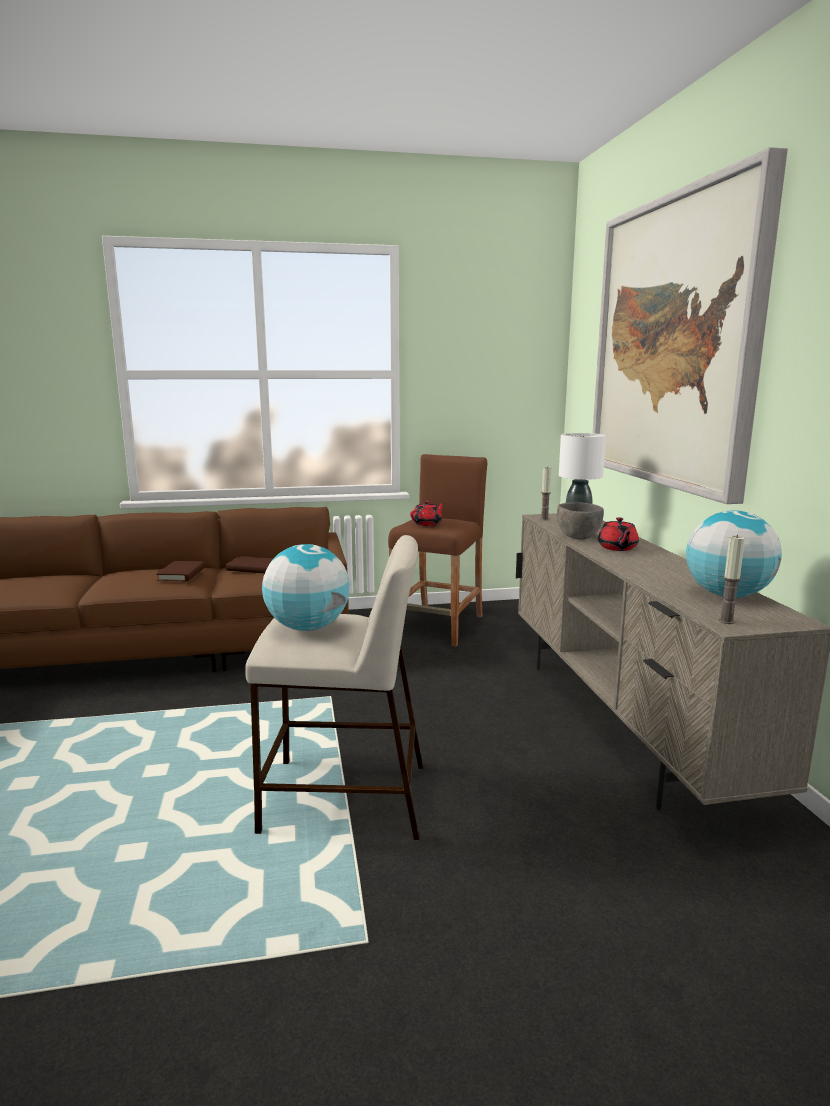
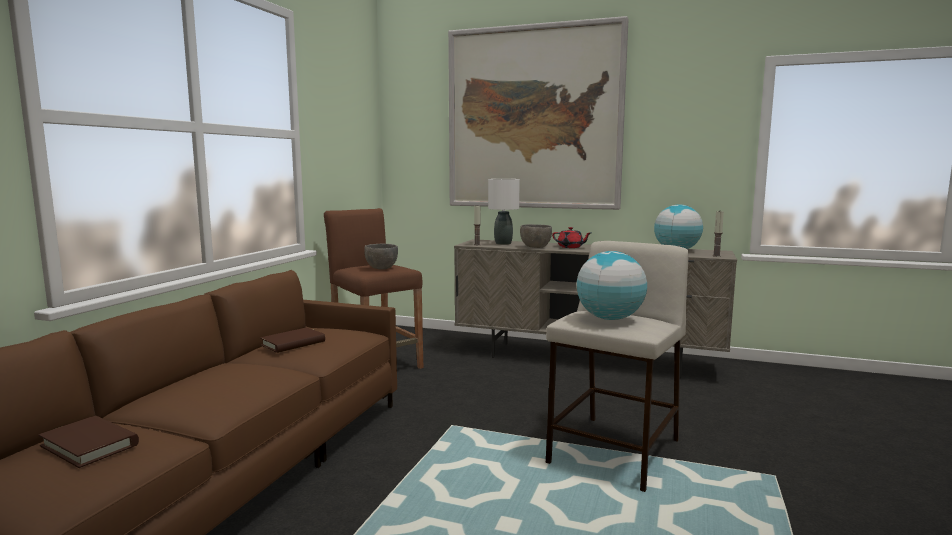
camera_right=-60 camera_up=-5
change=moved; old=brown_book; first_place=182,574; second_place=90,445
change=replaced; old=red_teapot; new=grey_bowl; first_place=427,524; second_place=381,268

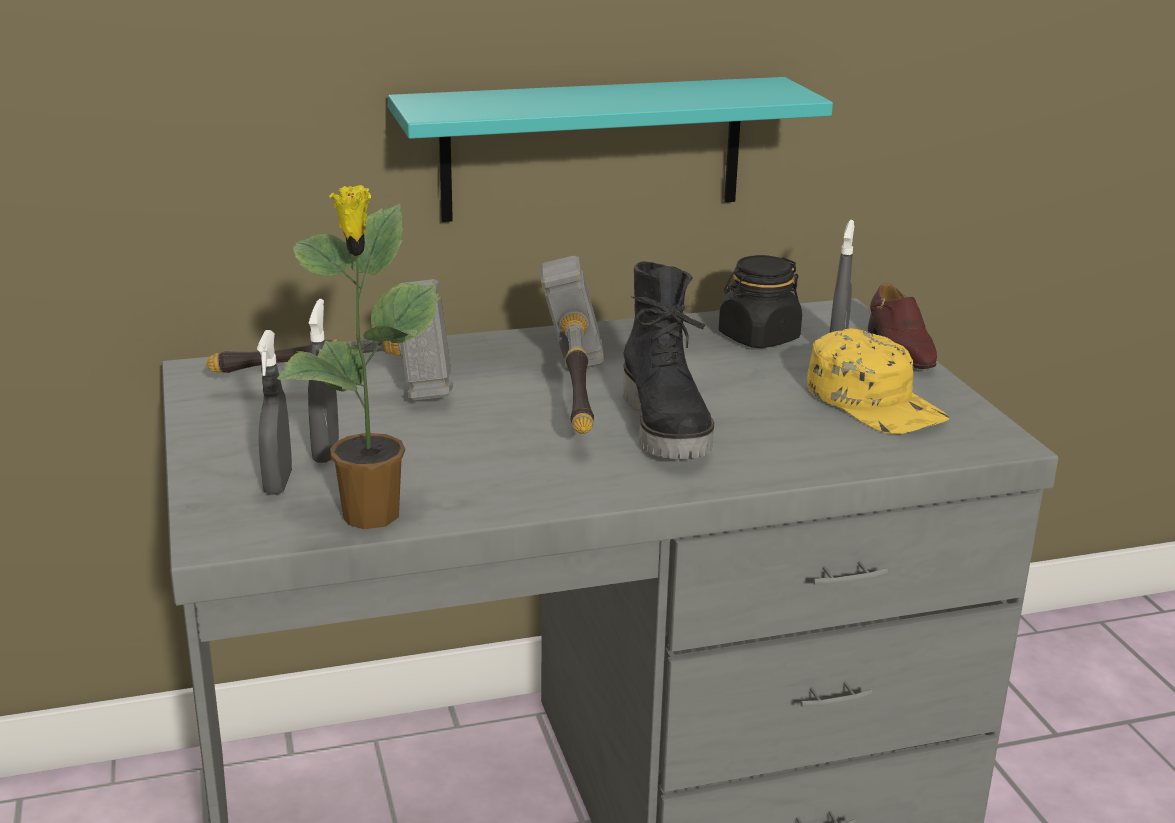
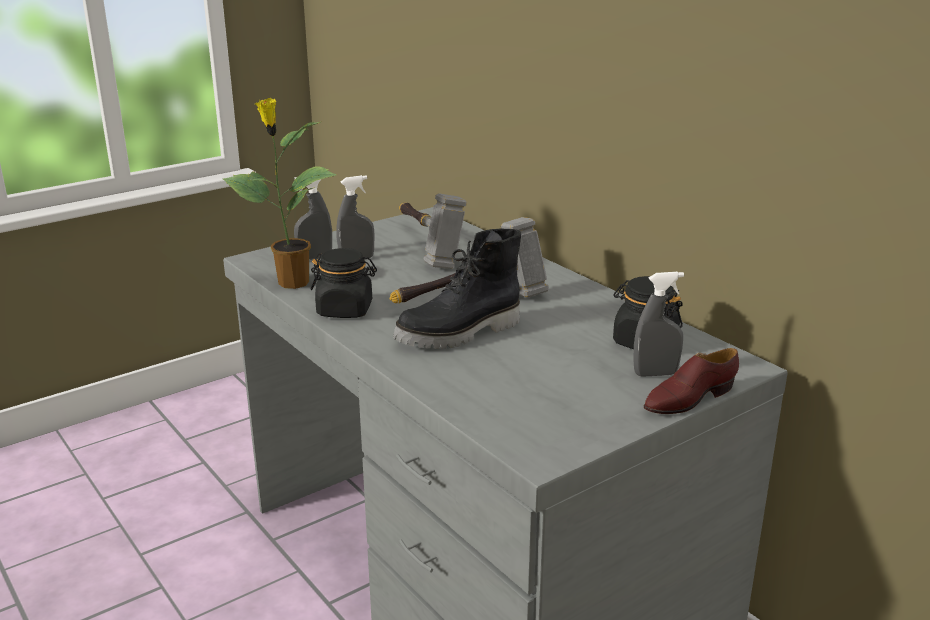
camera_right=70 camera_up=0
change=removed; old=turquoise_shelf; first_place=592,148
change=removed; old=yellow_cap; first_place=875,401
change=added; new=black_jar; second_place=345,310

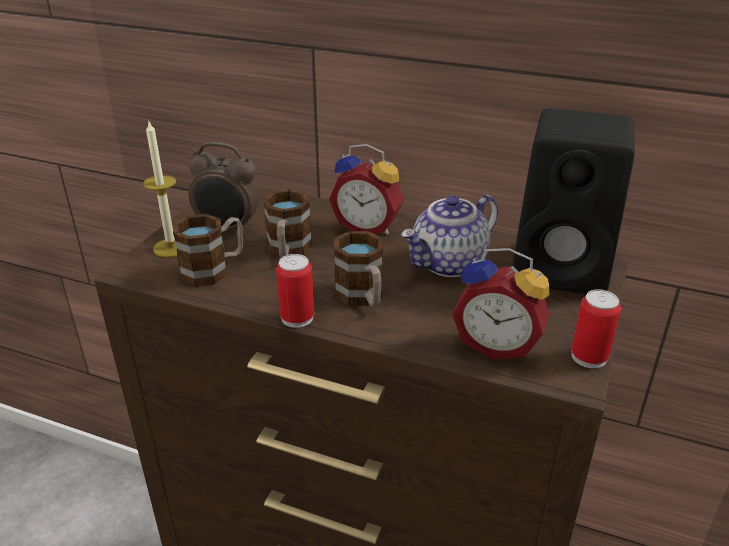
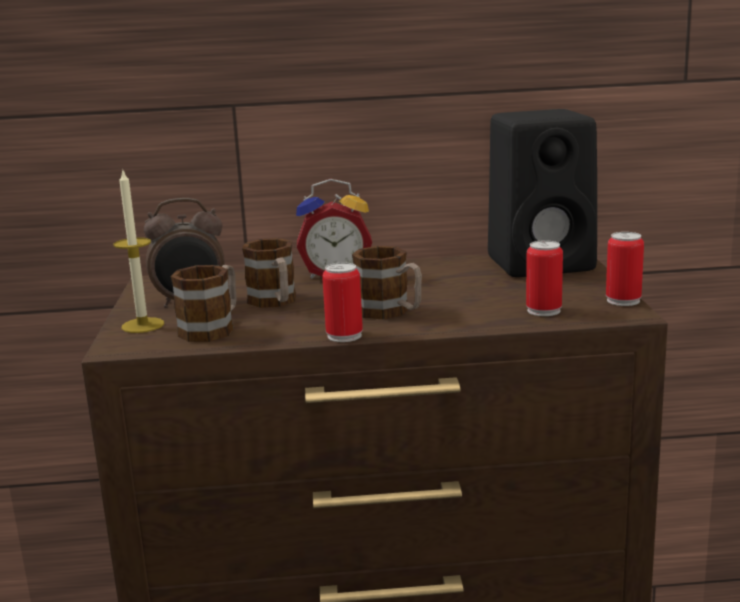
camera_right=-25 camera_up=-15
change=removed; old=teapot; first_place=449,264
change=replaced; old=alarm_clock; new=can; first_place=497,344; second_place=543,310

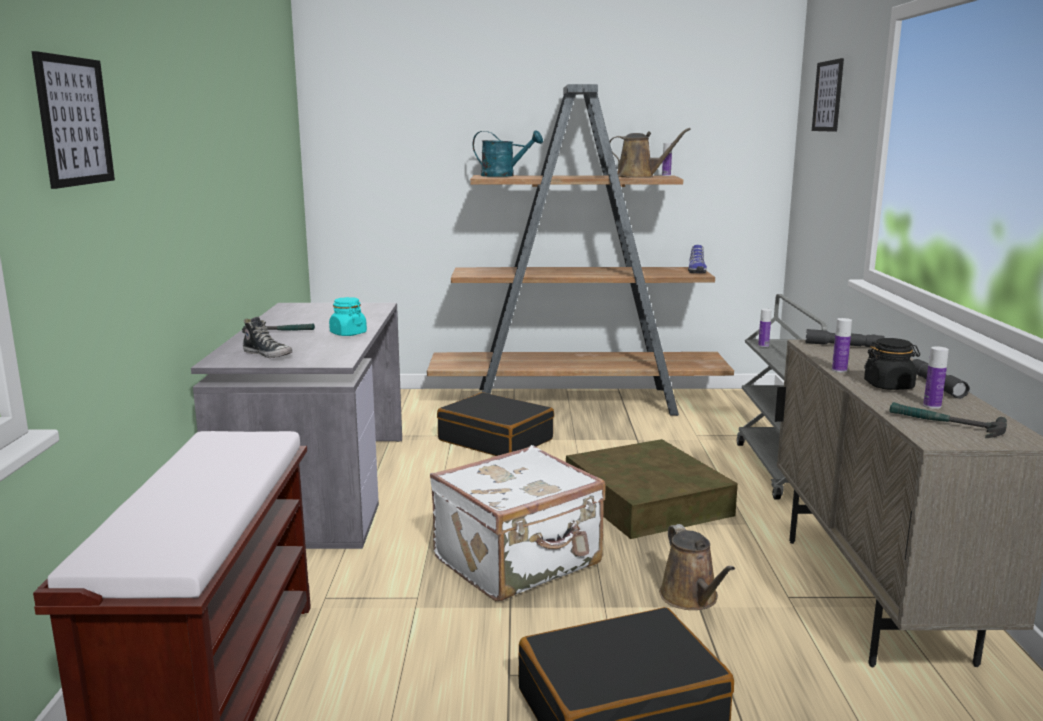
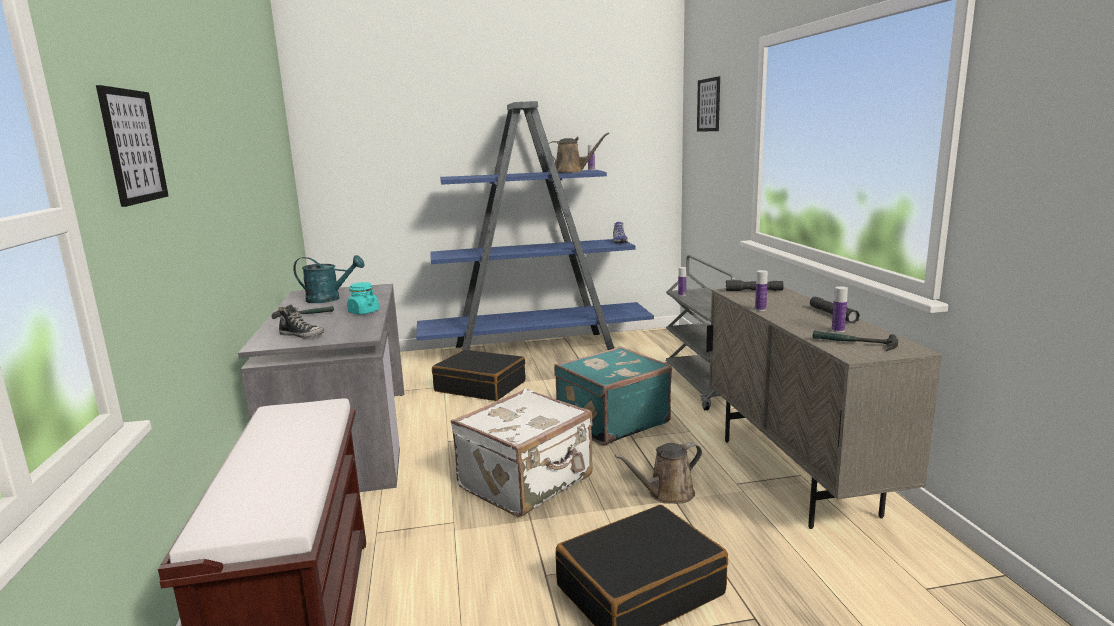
camera_right=-10 camera_up=0
change=recoloured; old=brown_bookcase; new=blue_bookcase; first_place=578,401; second_place=536,349
change=moved; old=turquoise_watering_can; first_place=504,176; second_place=329,299
change=replaced; old=brown_storage_box; new=turquoise_suitcase; first_place=646,500; second_place=611,421
change=turned; old=brown_watering_can; first_place=691,598; second_place=667,494; degrees=90
change=removed; old=black_jar; first_place=889,386

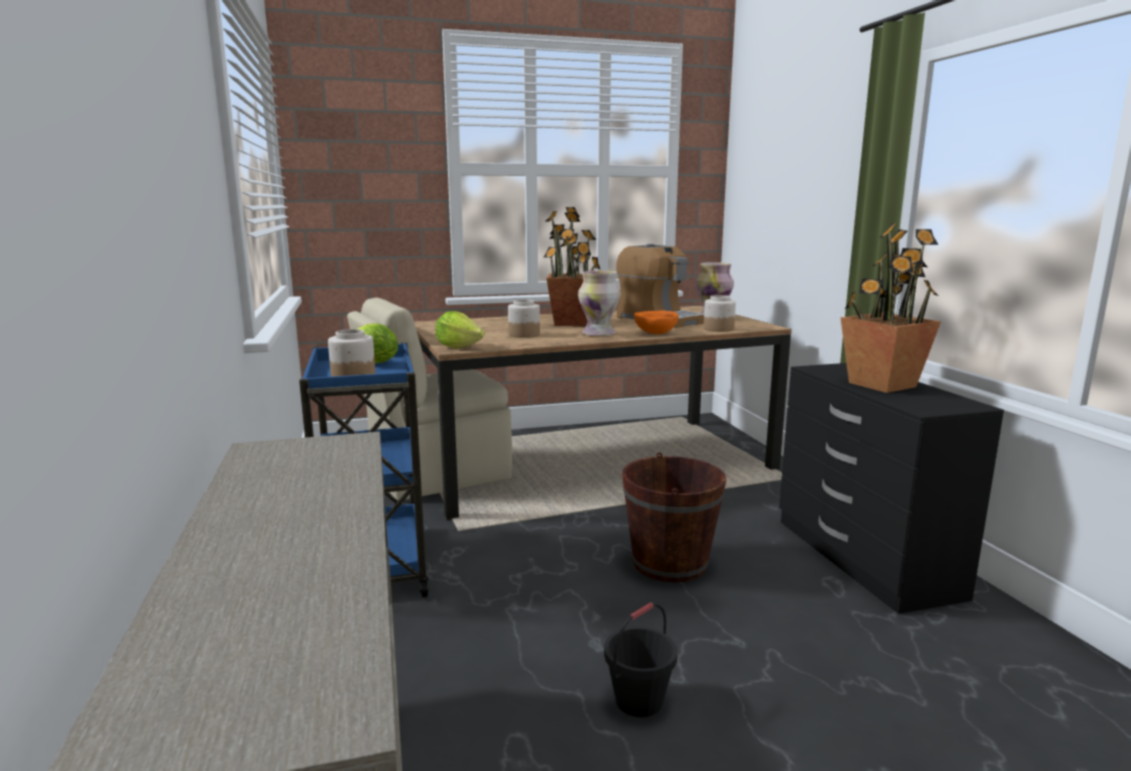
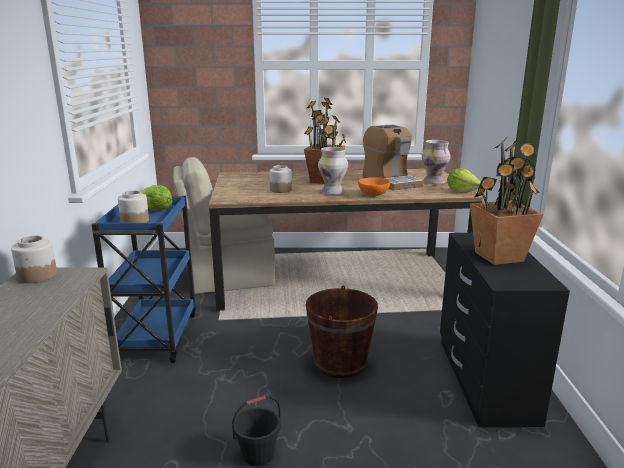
camera_right=15 camera_up=5
change=moved; old=lettuce; first_place=458,347; second_place=461,191
change=moved; old=jar; first_place=718,329; second_place=37,276

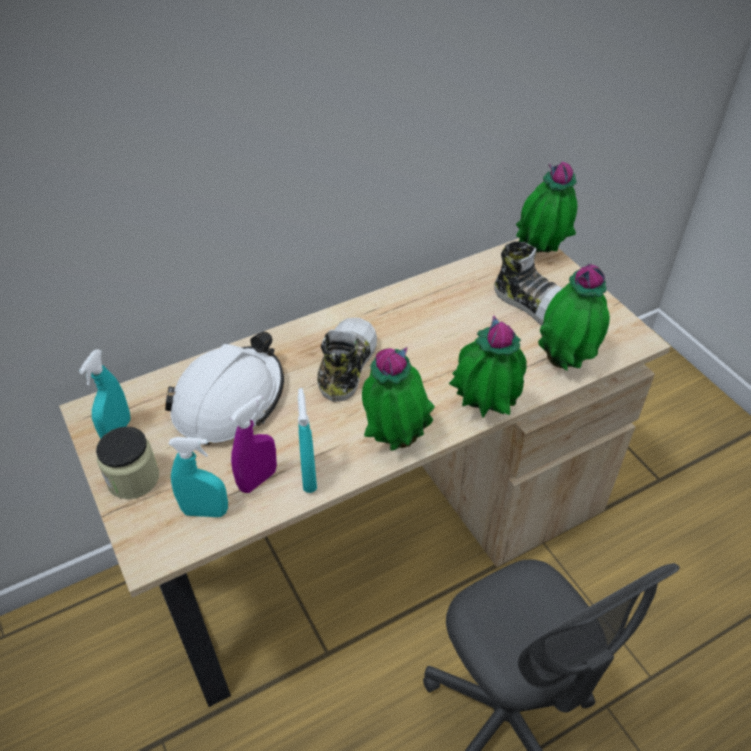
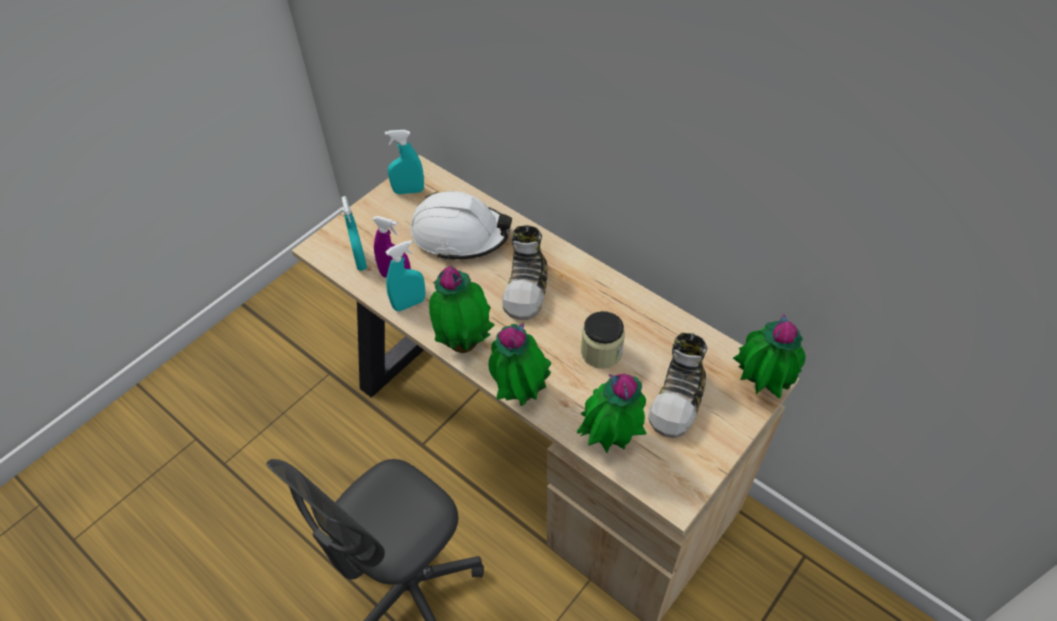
camera_right=70 camera_up=5
change=moved; old=jar; first_place=133,478; second_place=601,352
change=turned; old=shoe; first_place=345,366; second_place=527,288; degrees=105

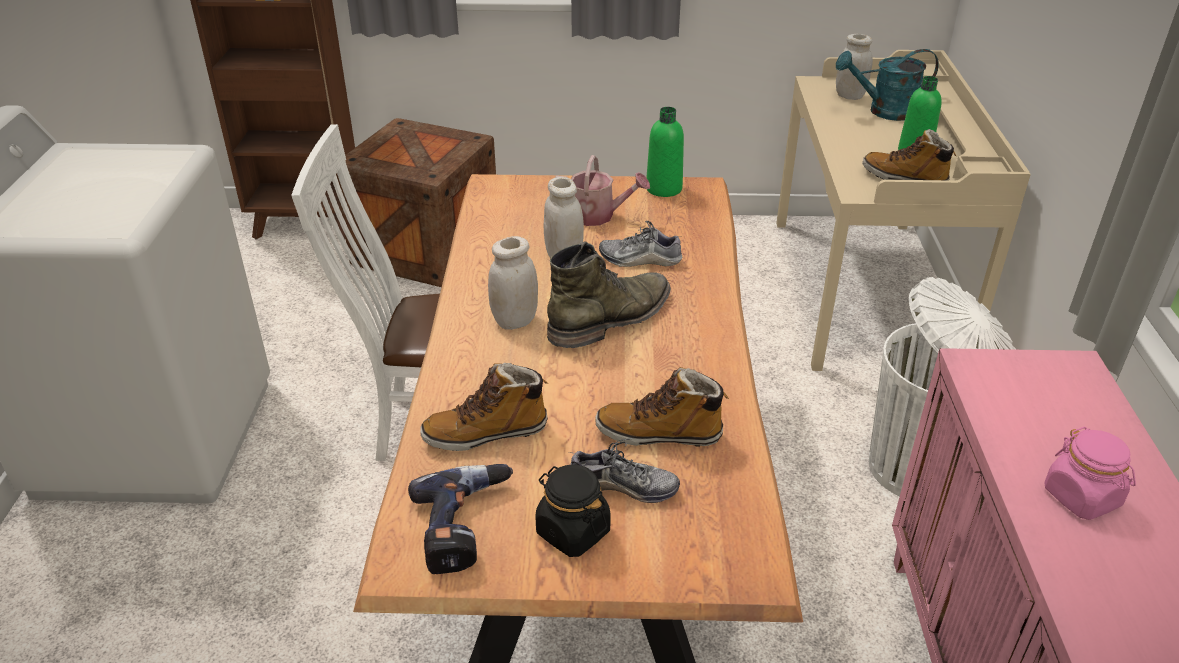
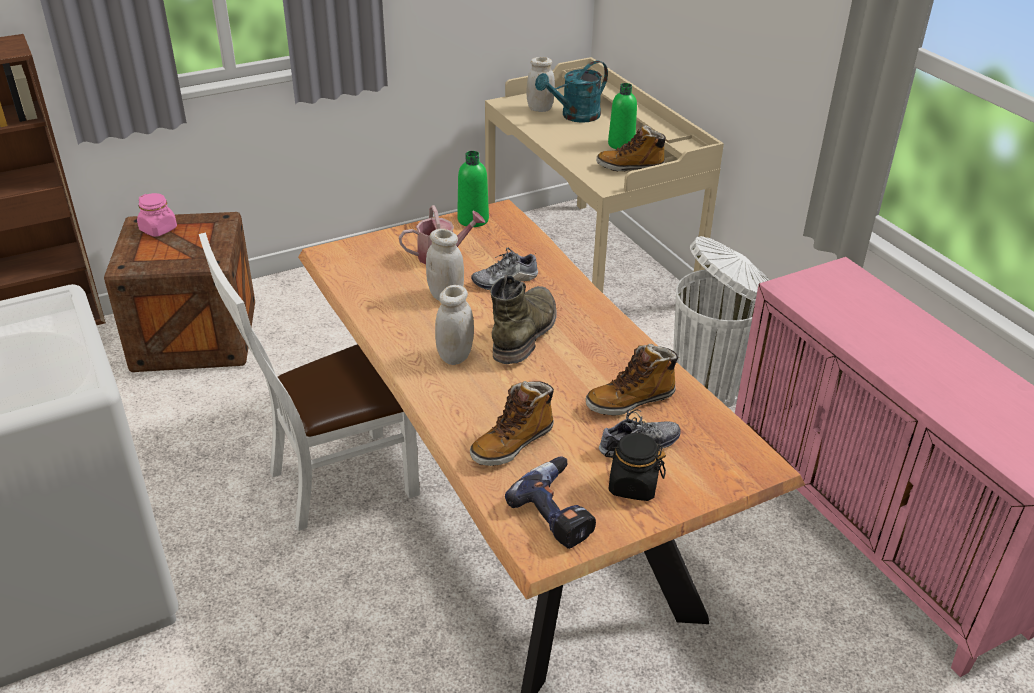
camera_right=-30 camera_up=0
change=moved; old=pink_jar; first_place=1082,497; second_place=158,229

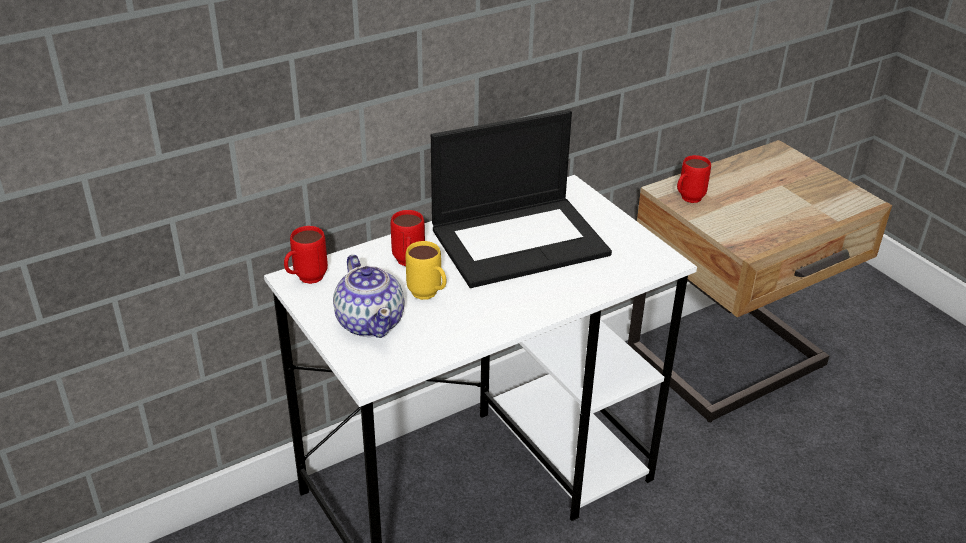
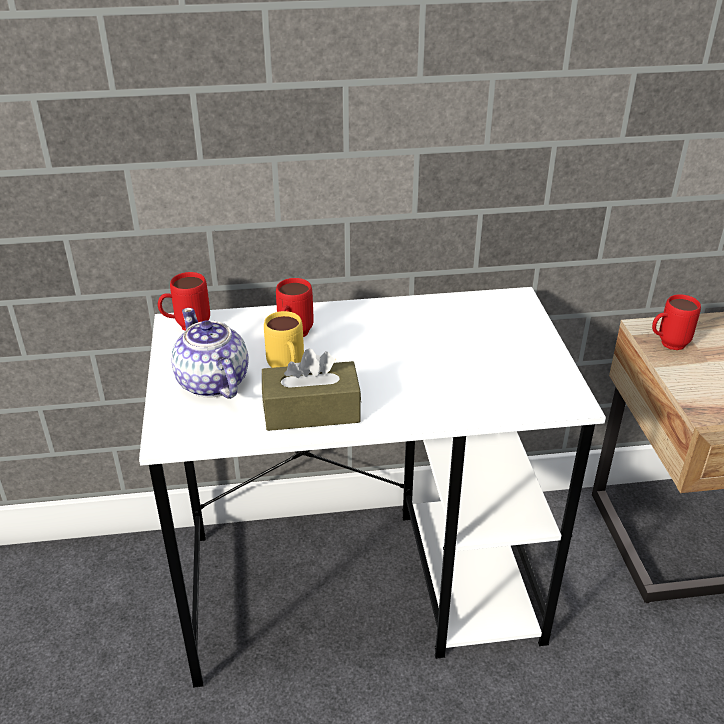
camera_right=25 camera_up=0
change=turned; old=teapot; first_place=370,322; second_place=212,383; degrees=150
change=removed; old=laptop; first_place=520,240
change=added; new=brown_tissue_box; second_place=311,411

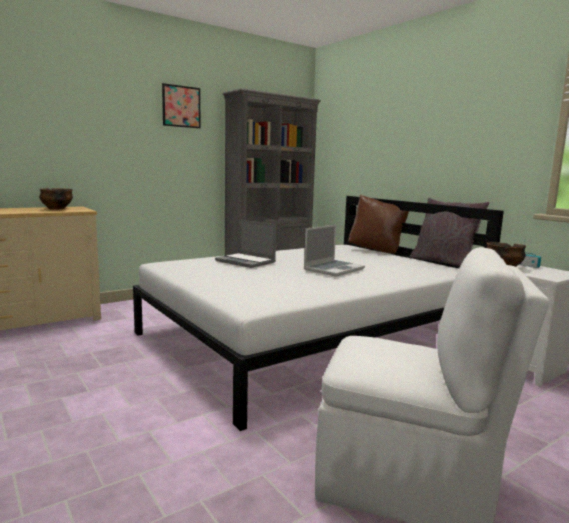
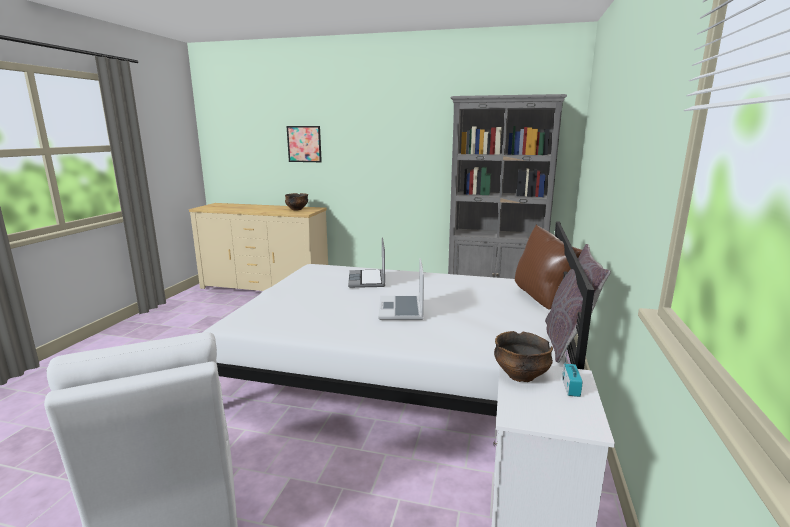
camera_right=50 camera_up=5
change=moved; old=picture; first_place=181,106; second_place=304,144
change=turned; old=laptop; first_place=334,269; second_place=402,309; degrees=90

